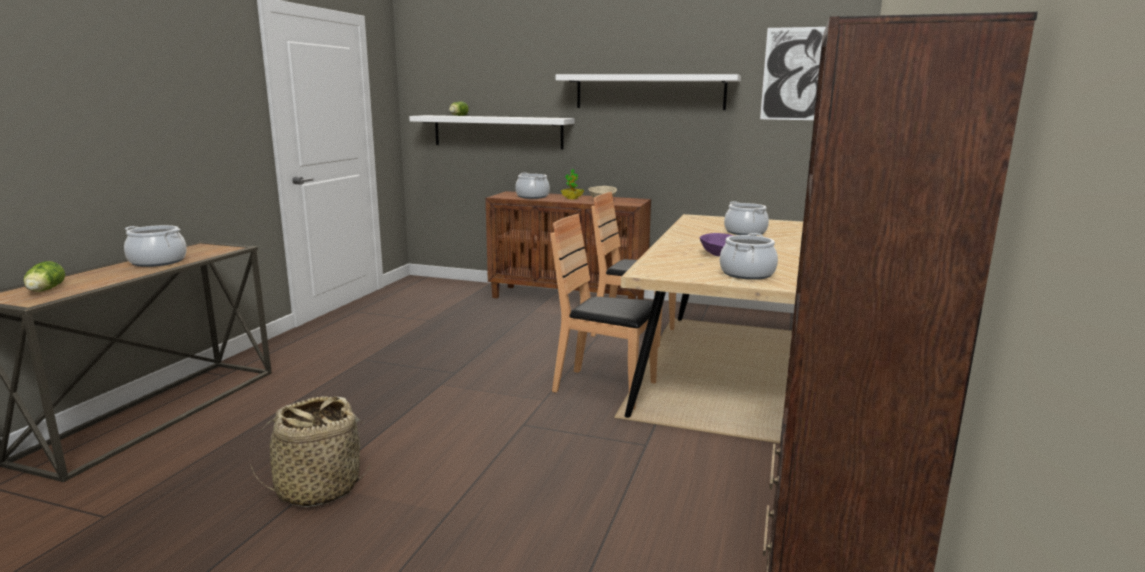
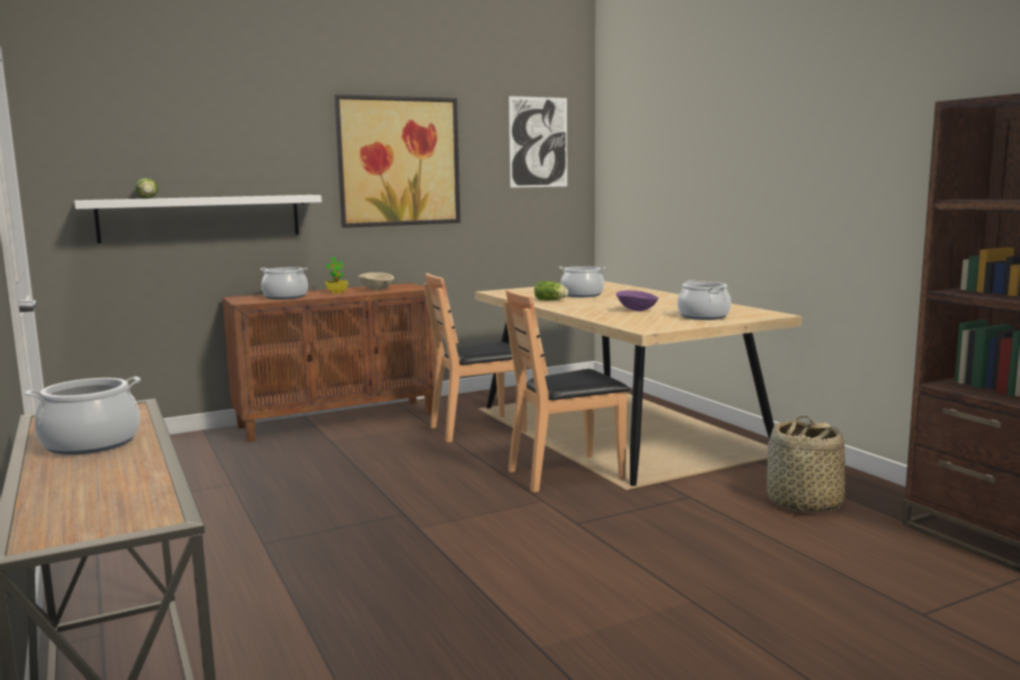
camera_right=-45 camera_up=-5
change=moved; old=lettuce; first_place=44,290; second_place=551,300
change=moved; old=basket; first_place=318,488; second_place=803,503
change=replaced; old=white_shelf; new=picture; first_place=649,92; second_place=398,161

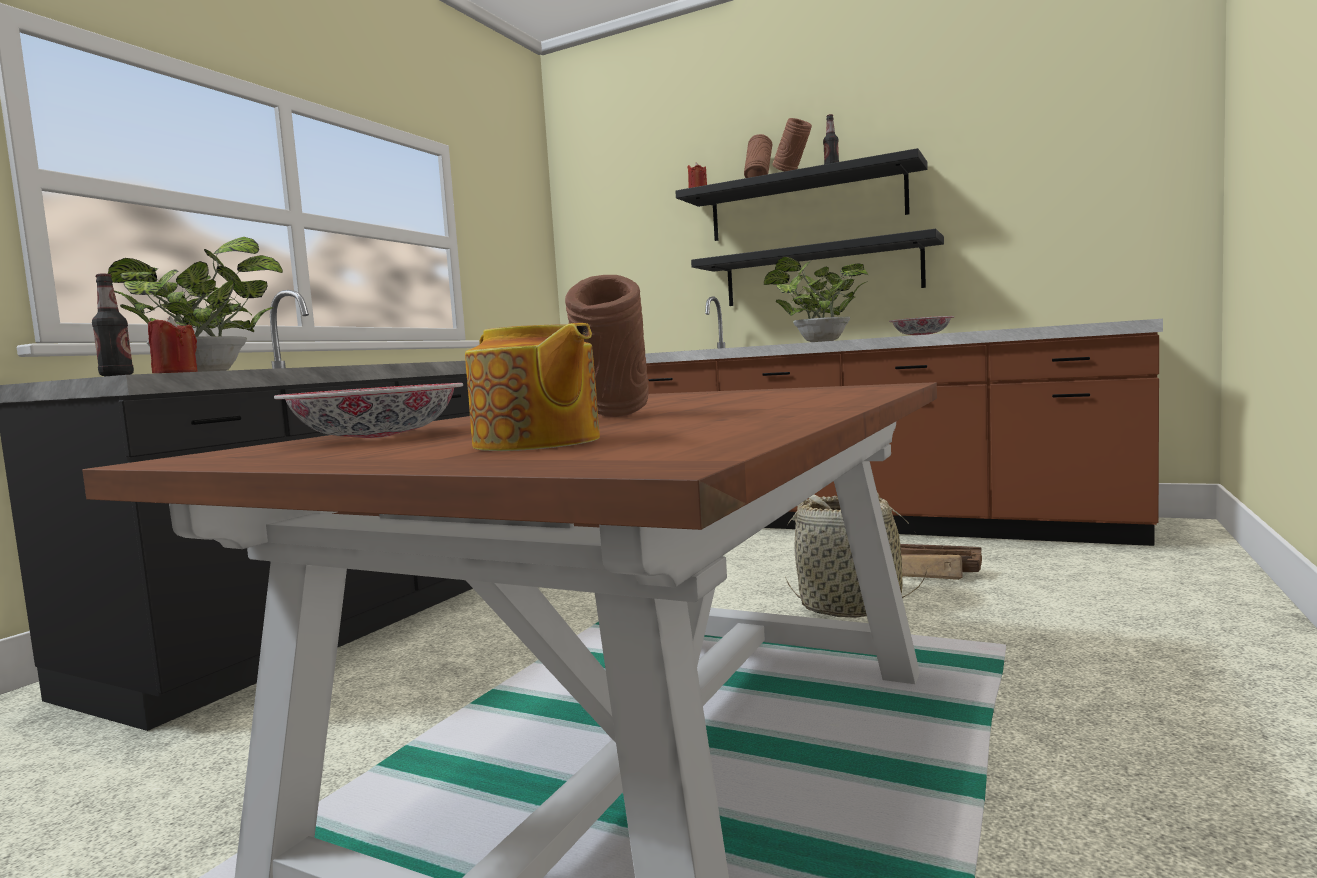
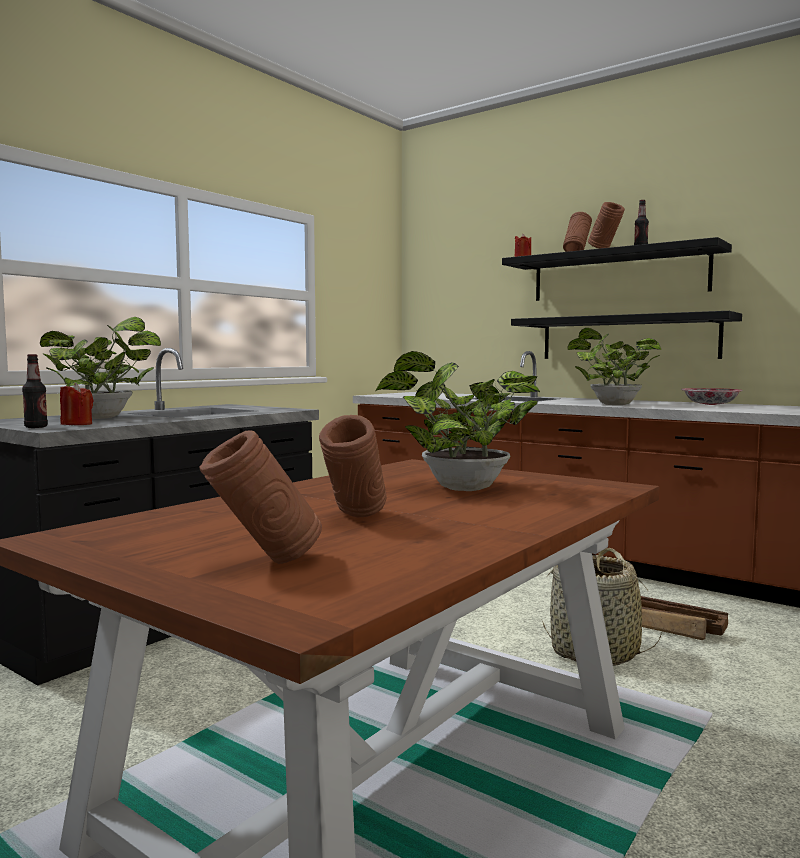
camera_right=10 camera_up=0
change=removed; old=bowl; first_place=378,436
change=replaced; old=teapot; new=brown_vase; first_place=536,443; second_place=264,563
change=added; new=potted_plant; second_place=458,488

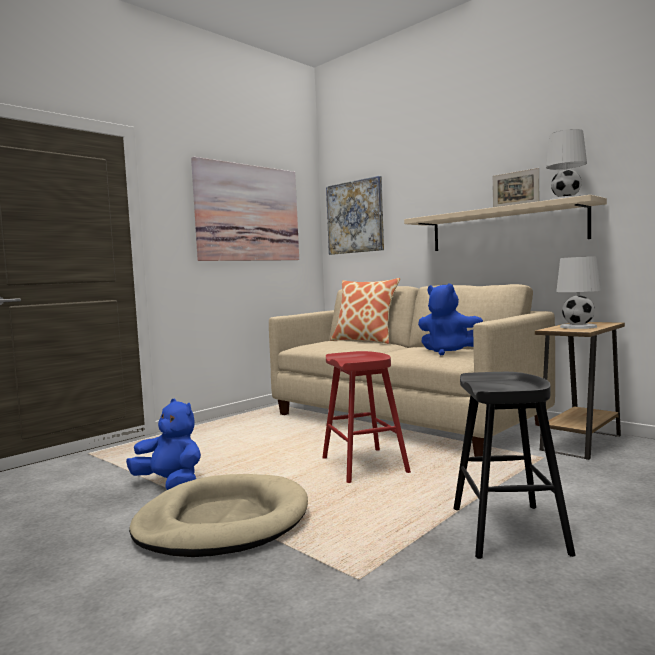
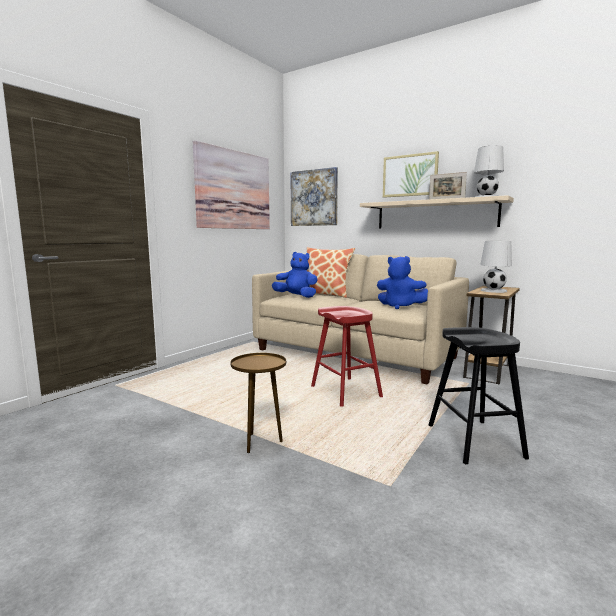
camera_right=-10 camera_up=5
change=moved; old=blue_plush_toy; first_place=170,485; second_place=296,296
change=replaced; old=beige_dog_bed; new=brown_side_table; first_place=222,522; second_place=260,442
change=added; new=picture; second_place=410,175

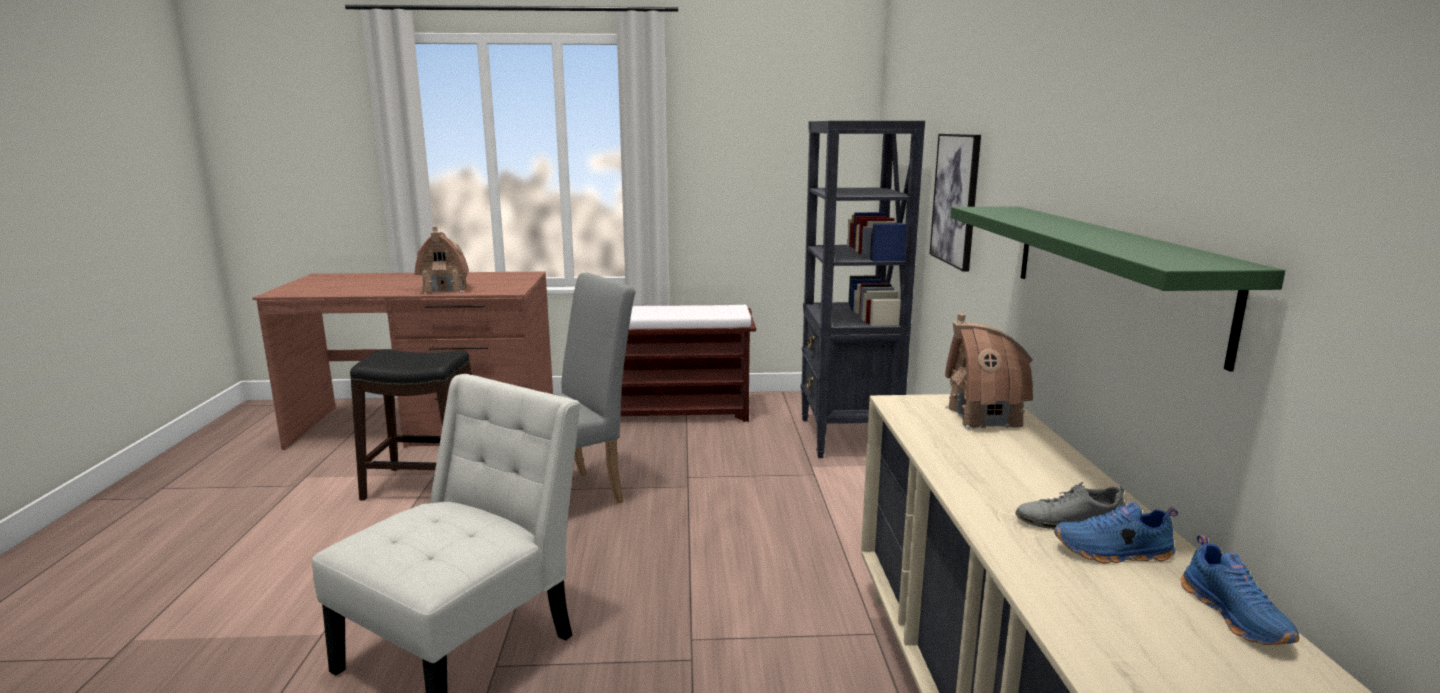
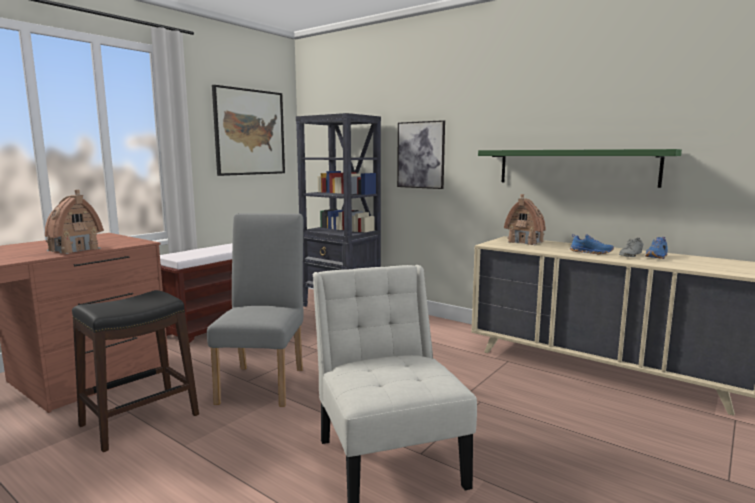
camera_right=-50 camera_up=-5
change=moved; old=blue_shoe; first_place=1237,616; second_place=591,252
change=added; new=picture; second_place=249,132

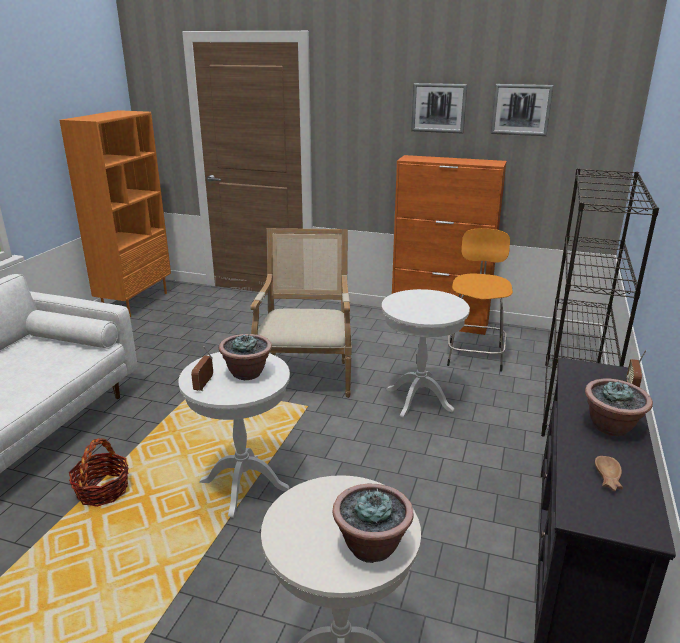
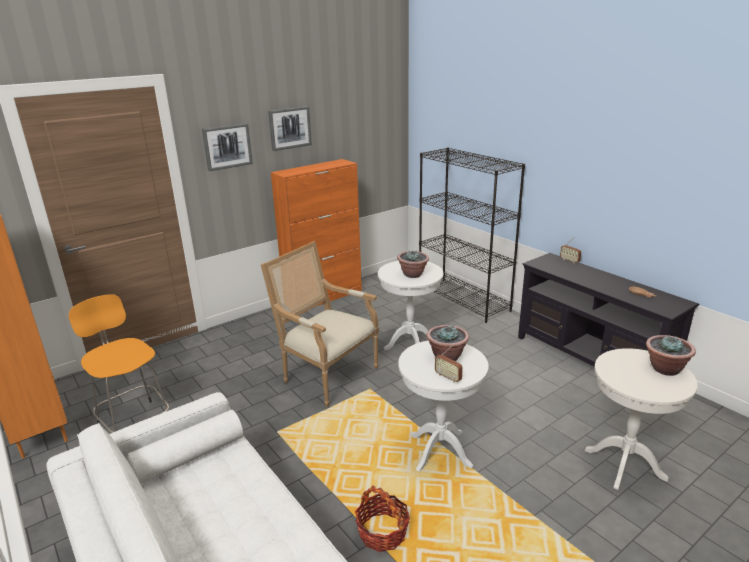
camera_right=-55 camera_up=0
change=moved; old=orange_stool; first_place=475,355; second_place=134,423
change=moved; old=picture; first_place=521,109; second_place=227,146
change=moved; old=potted_plant; first_place=611,427; second_place=413,274

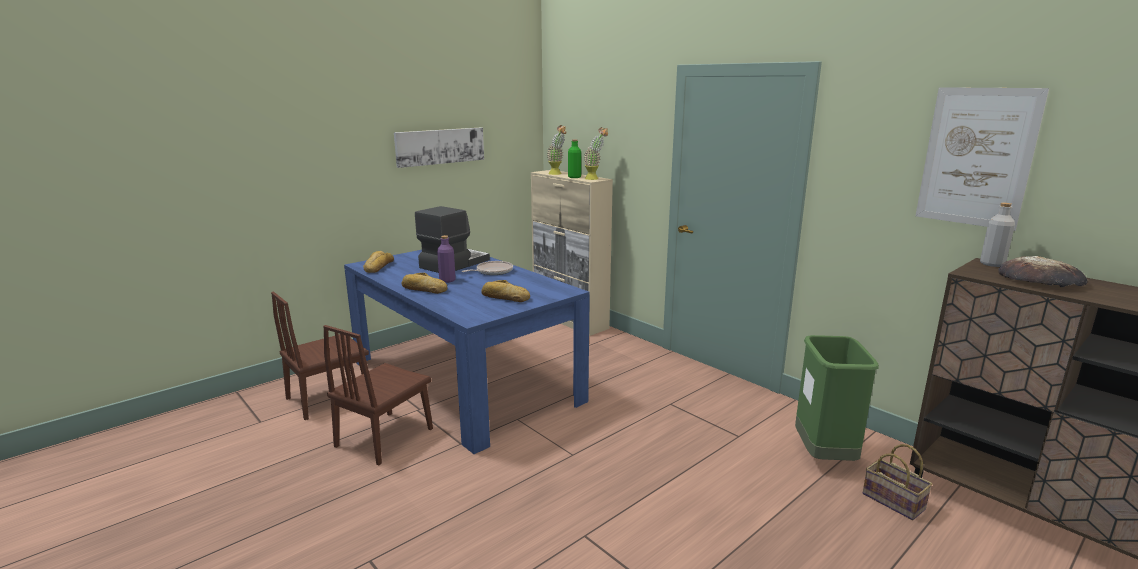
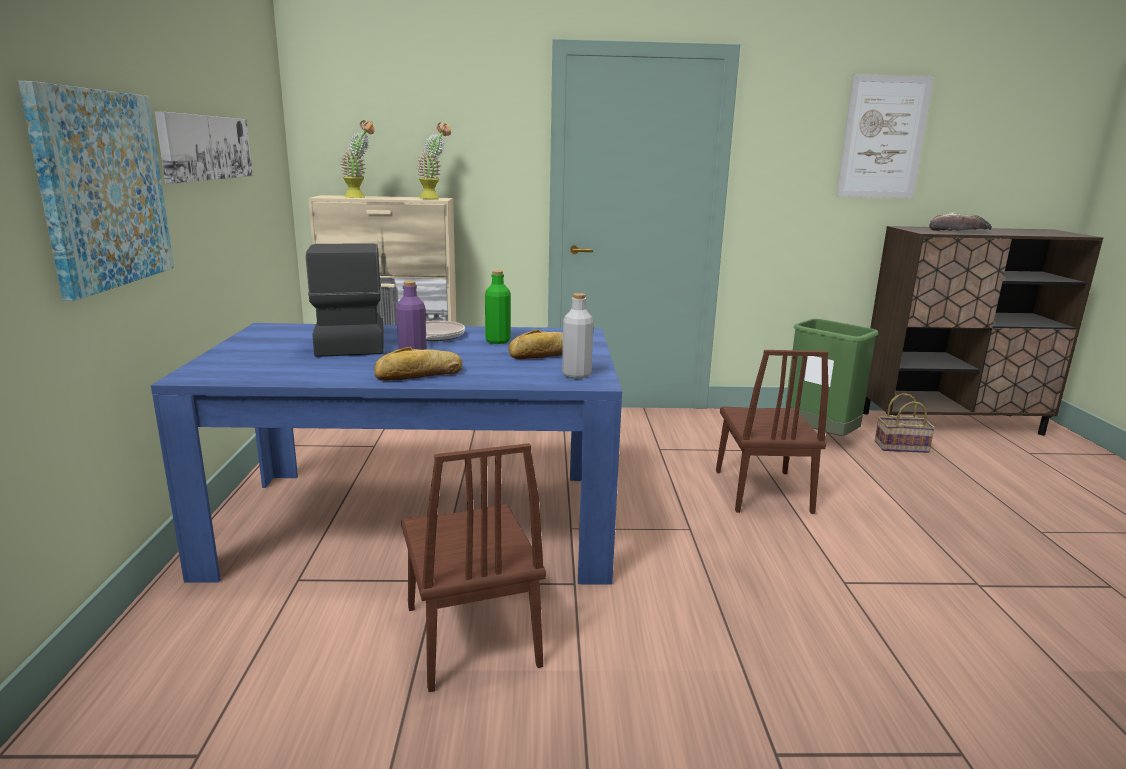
camera_right=-50 camera_up=0
change=moved; old=brown_chair; first_place=329,398; second_place=762,491
change=removed; old=bread; first_place=377,267
change=moved; old=green_bottle; first_place=574,177; second_place=498,341
change=moved; old=grey_bottle; first_place=992,264; second_place=576,375
change=added; new=picture; second_place=102,189

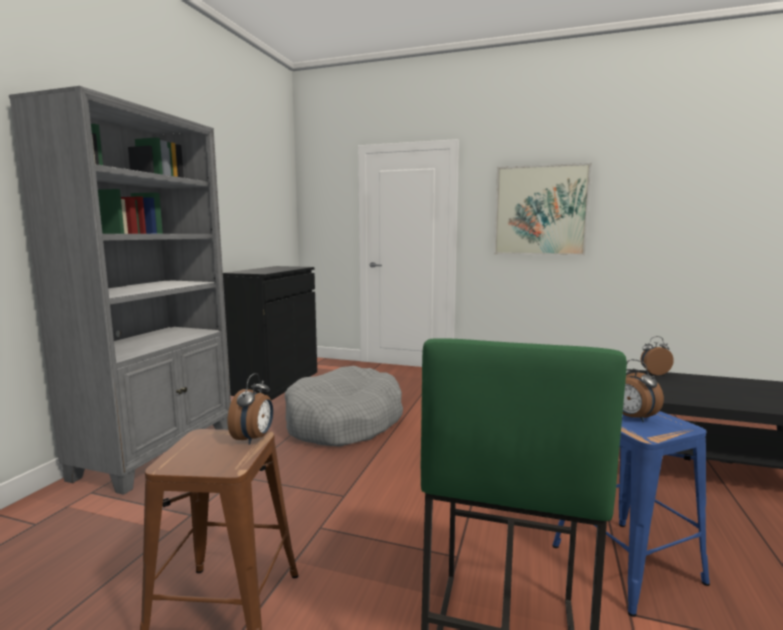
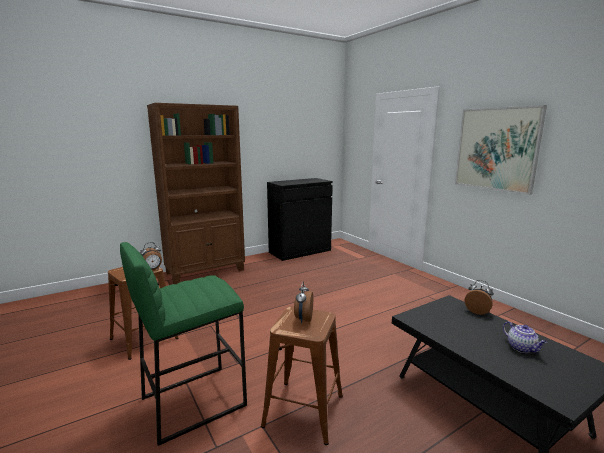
camera_right=40 camera_up=5
change=recoloured; old=grey_bookcase; new=brown_bookcase; first_place=158,452; second_place=206,271
change=removed; old=grey_dog_bed; first_place=344,422
change=recoloured; old=blue_stool; new=brown_stool; first_place=627,563; second_place=304,410
change=added; new=teapot; second_place=522,348

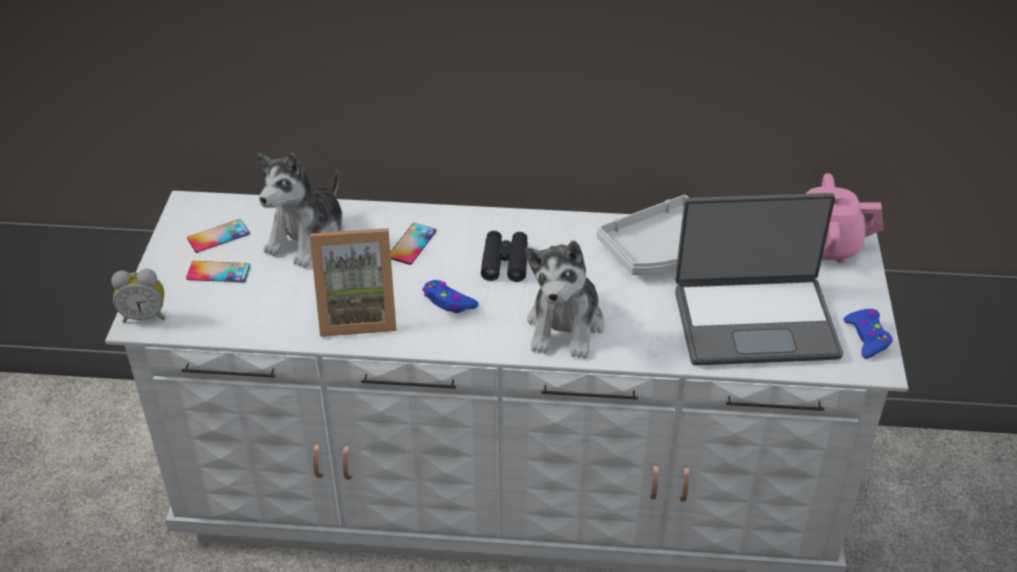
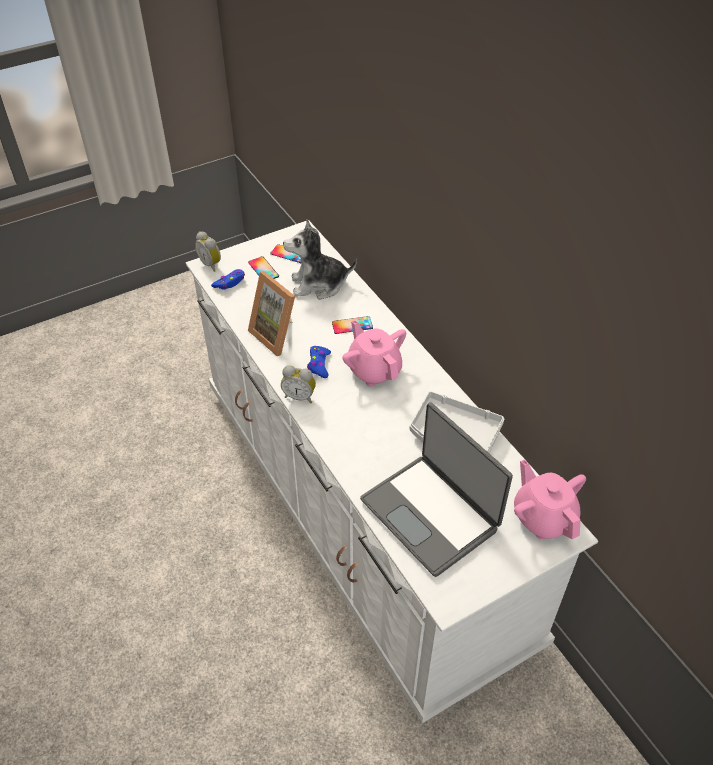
camera_right=55 camera_up=5
change=replaced; old=black_binoculars; new=pink_teapot; first_place=505,262; second_place=374,370
change=removed; old=plush_toy; first_place=565,326
change=moved; old=blue_game_controller; first_place=867,337; second_place=230,283
change=added; new=alarm_clock; second_place=299,396

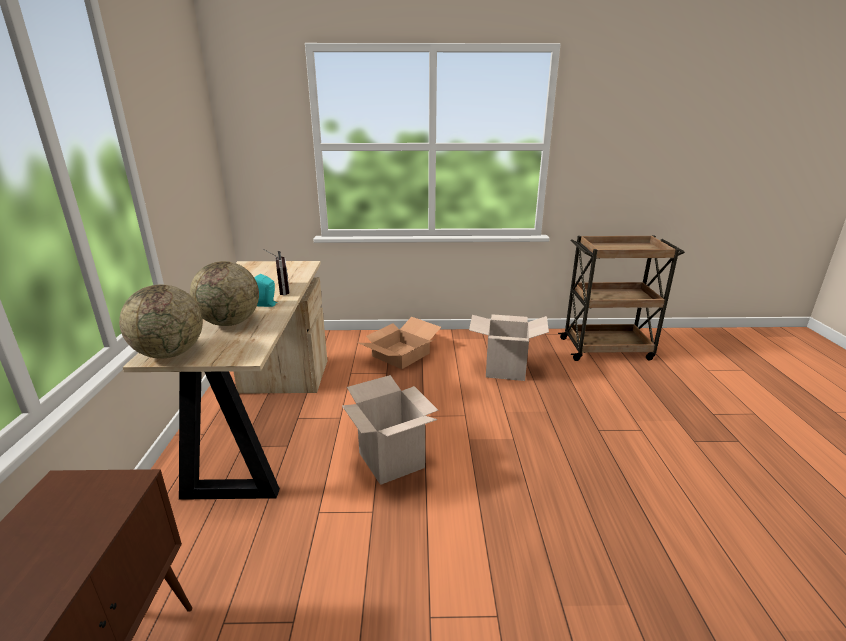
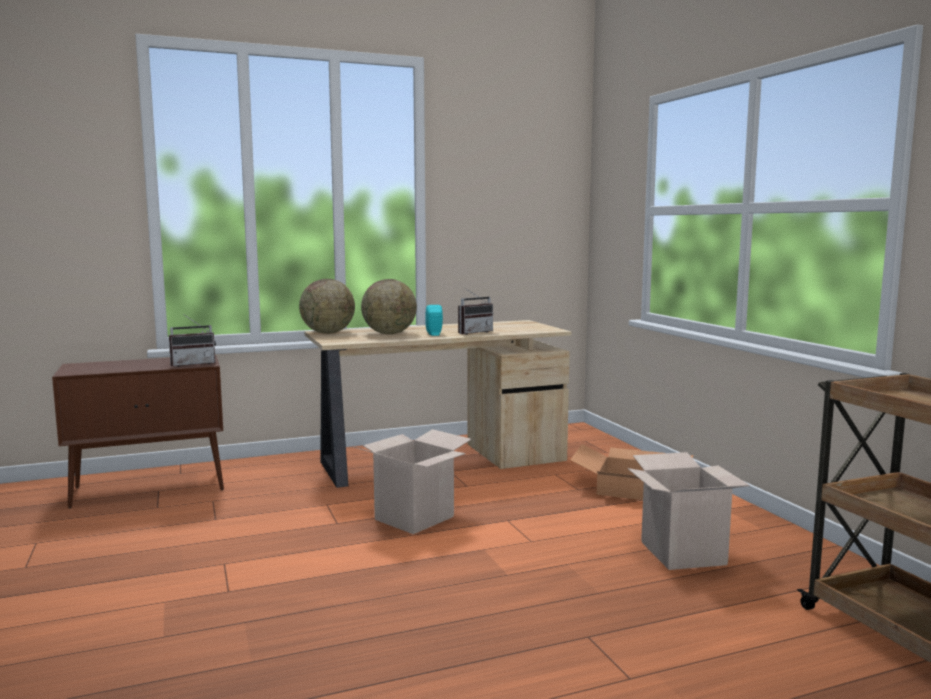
camera_right=70 camera_up=-15
change=added; new=radio; second_place=193,364

